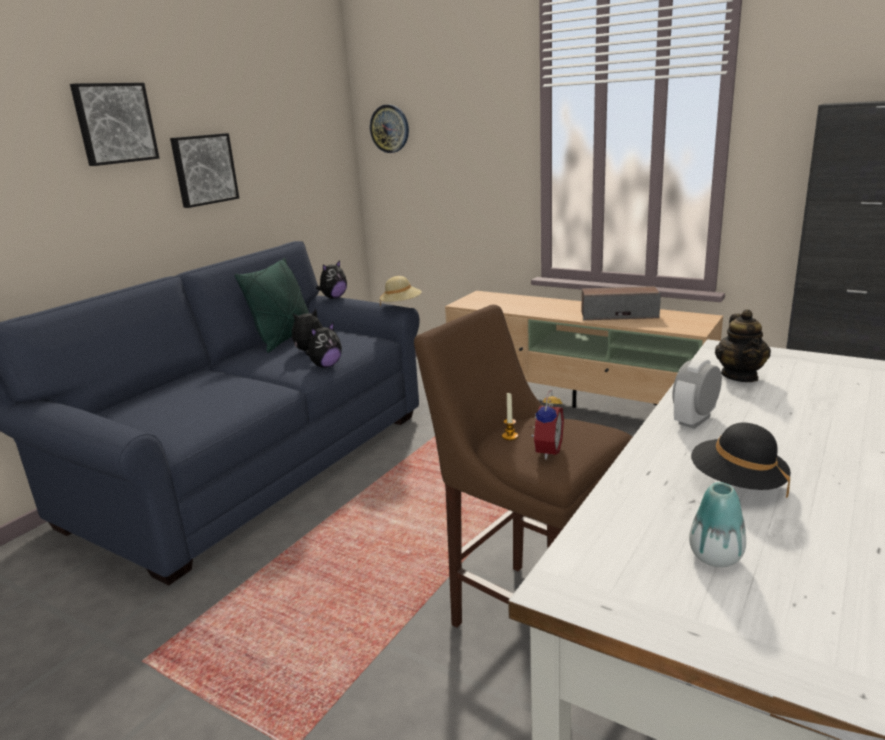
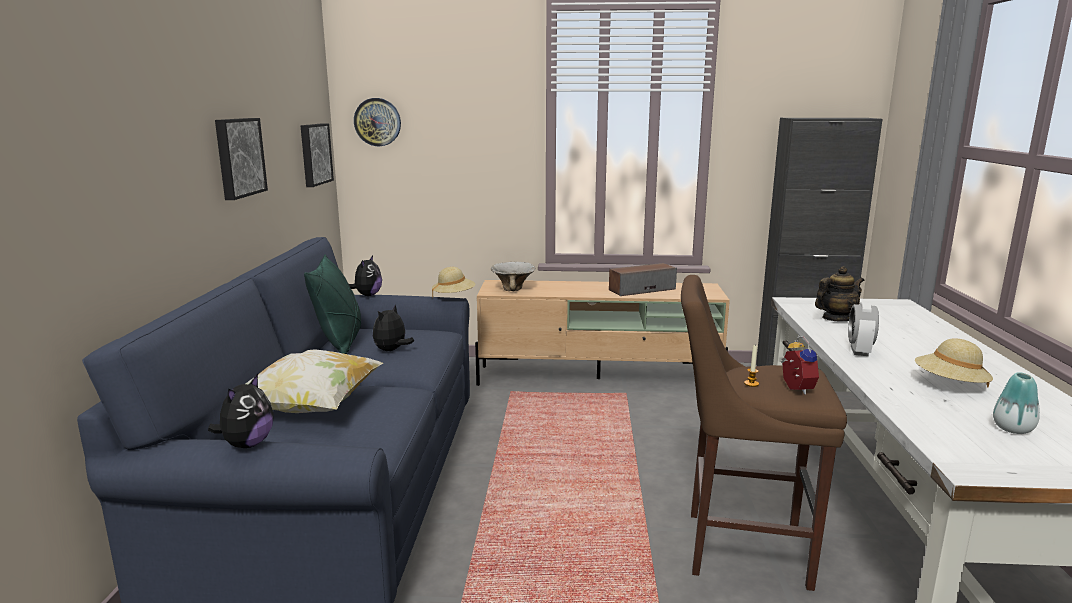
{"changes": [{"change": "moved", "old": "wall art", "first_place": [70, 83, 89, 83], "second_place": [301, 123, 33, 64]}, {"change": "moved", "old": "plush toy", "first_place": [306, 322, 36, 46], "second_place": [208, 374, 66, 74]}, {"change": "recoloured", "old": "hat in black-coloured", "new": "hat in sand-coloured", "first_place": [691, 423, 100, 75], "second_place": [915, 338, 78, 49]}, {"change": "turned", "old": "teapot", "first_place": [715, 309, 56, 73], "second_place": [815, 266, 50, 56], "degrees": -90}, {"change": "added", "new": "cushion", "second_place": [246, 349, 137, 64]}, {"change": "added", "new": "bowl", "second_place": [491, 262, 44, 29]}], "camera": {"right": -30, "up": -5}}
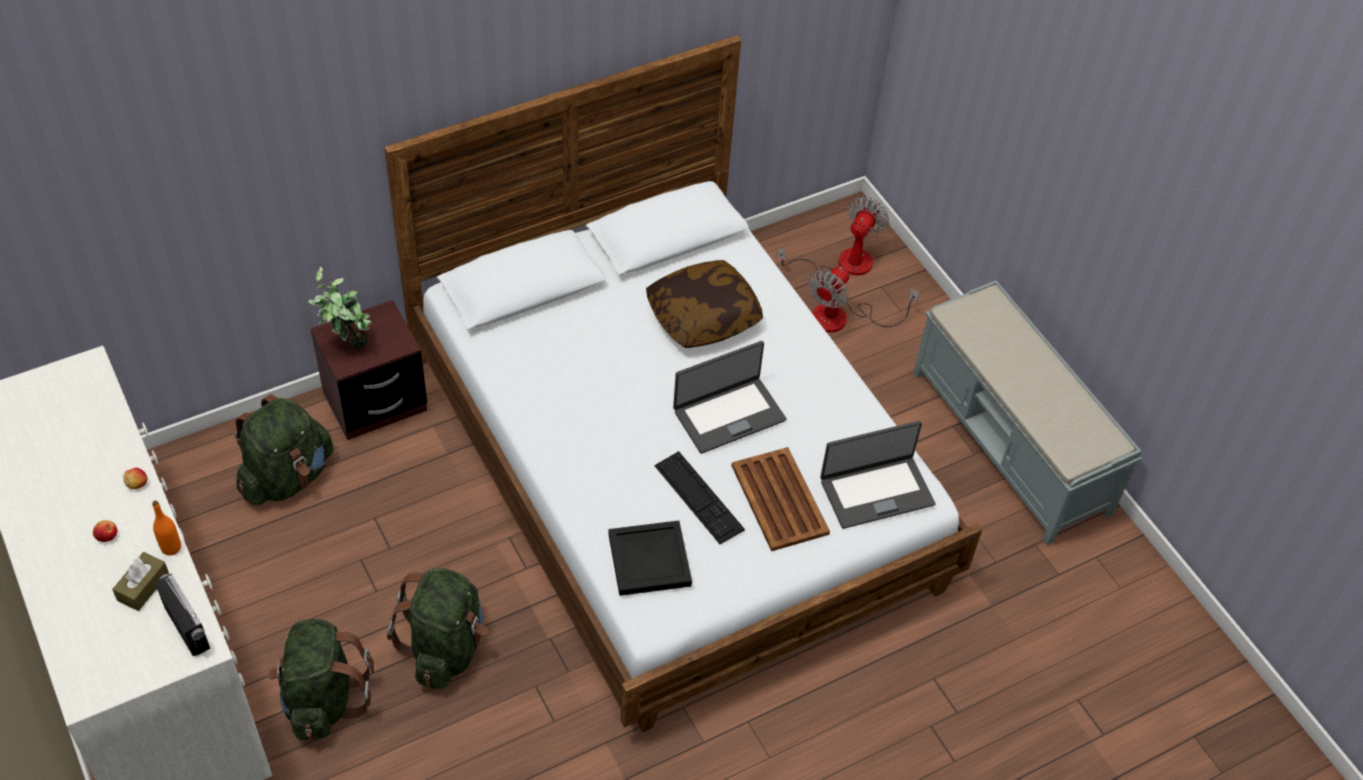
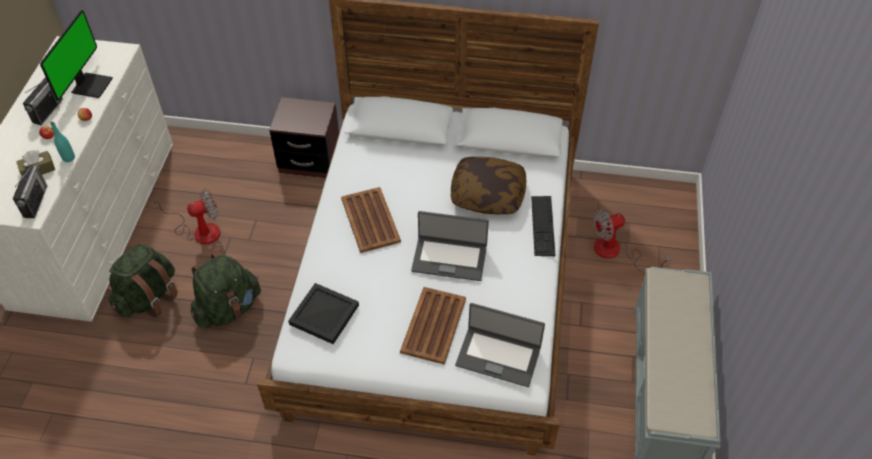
{"changes": [{"change": "recoloured", "old": "bottle in orangey", "new": "bottle in blue-green", "first_place": [152, 500, 29, 56], "second_place": [50, 122, 25, 40]}, {"change": "removed", "old": "knapsack in green-coloured", "first_place": [234, 394, 100, 112]}, {"change": "removed", "old": "houseplant", "first_place": [308, 267, 64, 82]}, {"change": "moved", "old": "PC keyboard", "first_place": [654, 451, 91, 93], "second_place": [531, 196, 24, 60]}, {"change": "moved", "old": "electric fan", "first_place": [777, 197, 112, 82], "second_place": [151, 189, 69, 55]}, {"change": "added", "new": "radio", "second_place": [23, 78, 40, 47]}, {"change": "added", "new": "computer screen", "second_place": [40, 10, 73, 91]}, {"change": "added", "new": "serving tray in brown", "second_place": [341, 187, 60, 66]}], "camera": {"right": 40, "up": 0}}
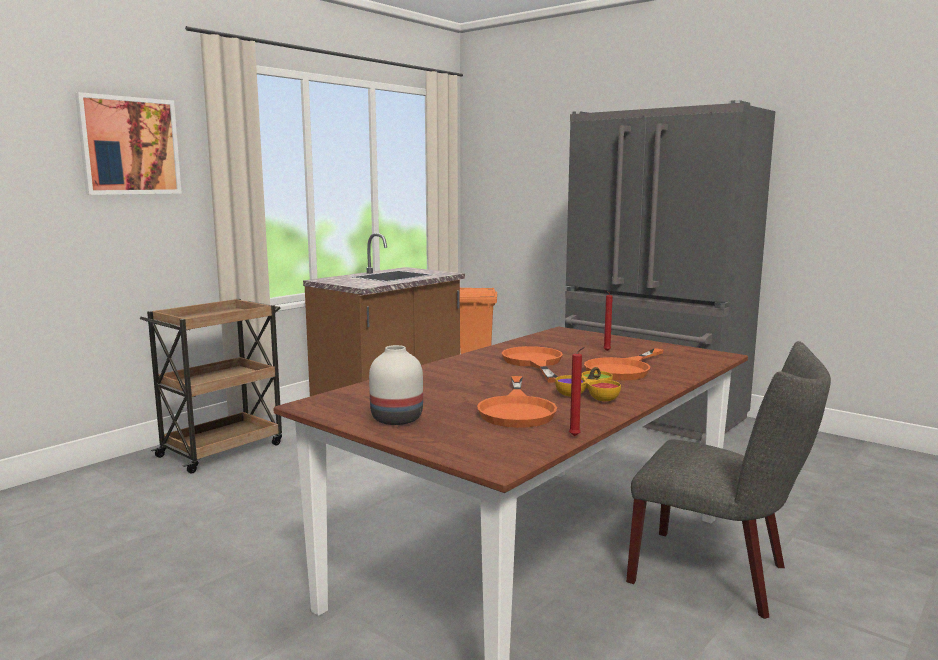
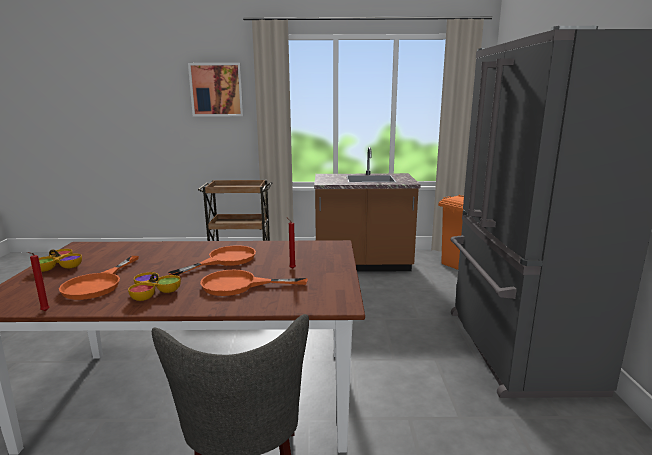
{"changes": [{"change": "replaced", "old": "decorative vase in white", "new": "bowl", "first_place": [369, 345, 54, 80], "second_place": [31, 249, 51, 23]}, {"change": "turned", "old": "pan in orangey", "first_place": [477, 376, 80, 52], "second_place": [59, 256, 80, 44], "degrees": -45}], "camera": {"right": 50, "up": 5}}
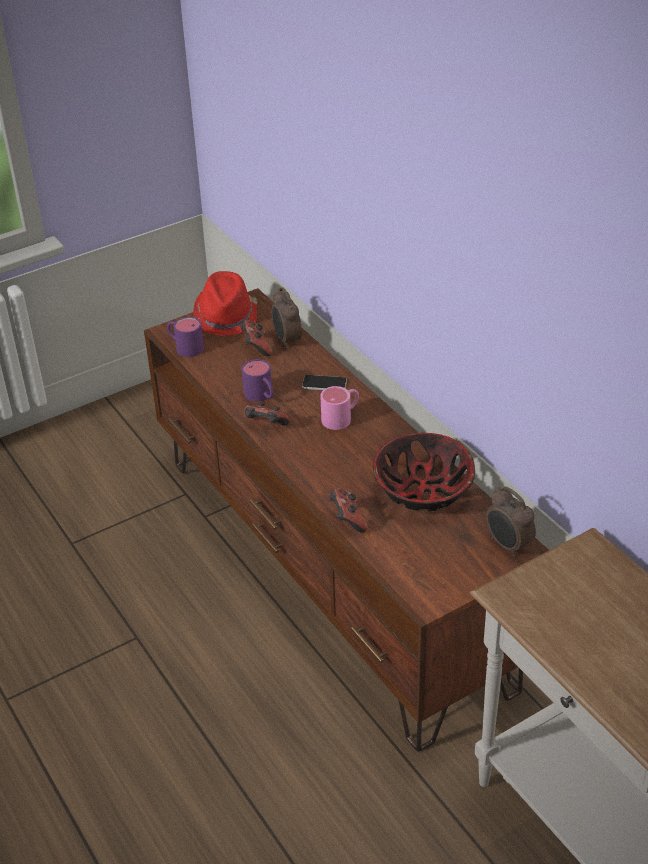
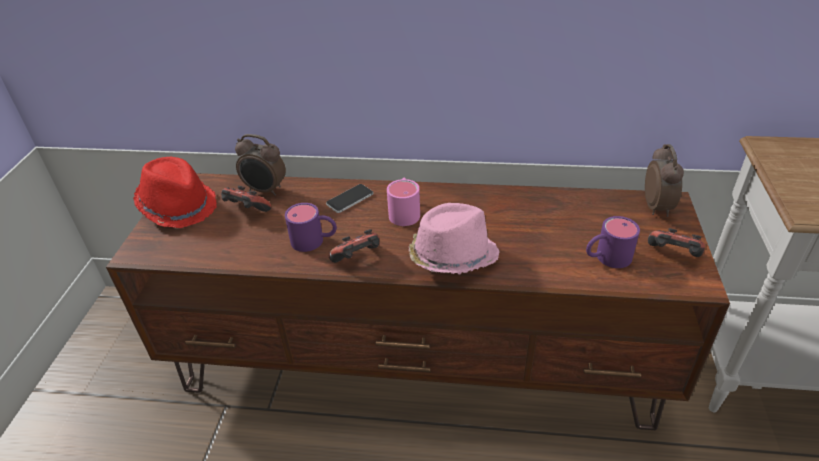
{"changes": [{"change": "moved", "old": "tea mug in purplish", "first_place": [167, 317, 37, 40], "second_place": [586, 216, 54, 52]}, {"change": "moved", "old": "gamepad", "first_place": [329, 489, 39, 43], "second_place": [648, 228, 57, 29]}, {"change": "removed", "old": "bowl", "first_place": [373, 433, 102, 78]}, {"change": "turned", "old": "alarm clock", "first_place": [486, 487, 50, 70], "second_place": [645, 144, 39, 73], "degrees": -90}, {"change": "added", "new": "hat in pink", "second_place": [409, 203, 91, 71]}], "camera": {"right": -50, "up": 0}}
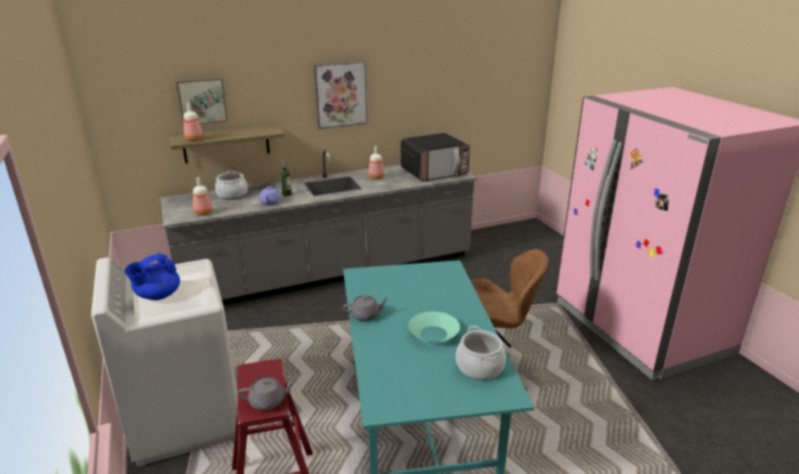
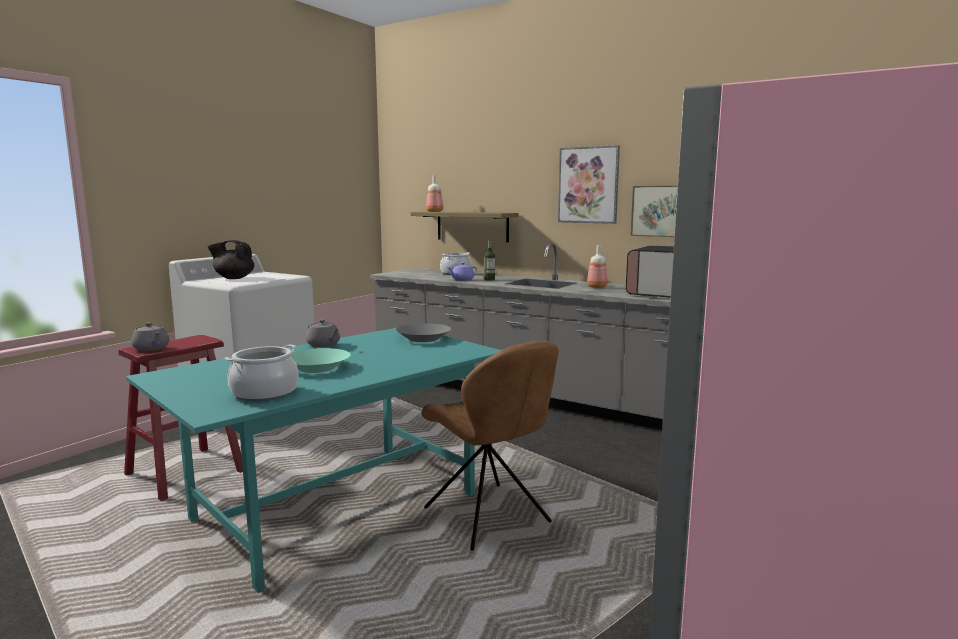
{"changes": [{"change": "recoloured", "old": "teapot in bluish", "new": "teapot in black-coloured", "first_place": [124, 253, 56, 47], "second_place": [208, 240, 46, 39]}, {"change": "moved", "old": "wall art", "first_place": [176, 78, 52, 47], "second_place": [630, 186, 48, 51]}, {"change": "removed", "old": "bottle", "first_place": [193, 177, 20, 38]}, {"change": "added", "new": "bowl in greyish", "second_place": [396, 323, 55, 19]}], "camera": {"right": 55, "up": -15}}
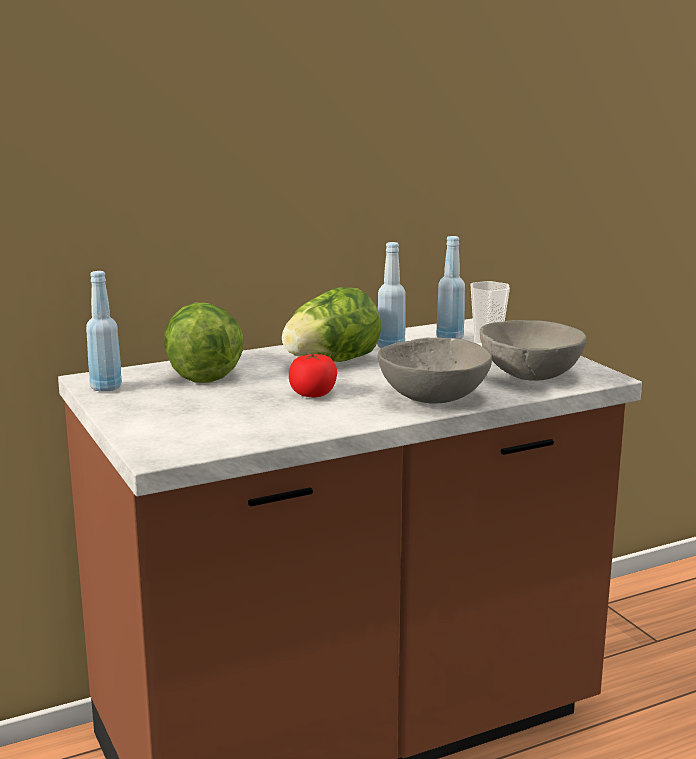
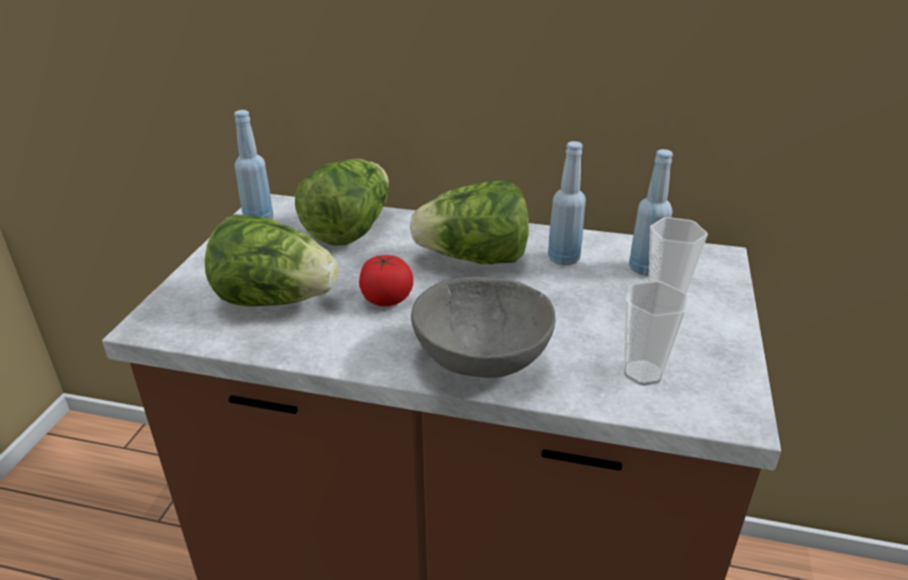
{"changes": [{"change": "replaced", "old": "bowl in greyish", "new": "drinking cup", "first_place": [480, 320, 106, 61], "second_place": [624, 281, 64, 105]}, {"change": "added", "new": "head of lettuce", "second_place": [205, 214, 134, 93]}], "camera": {"right": 40, "up": 15}}
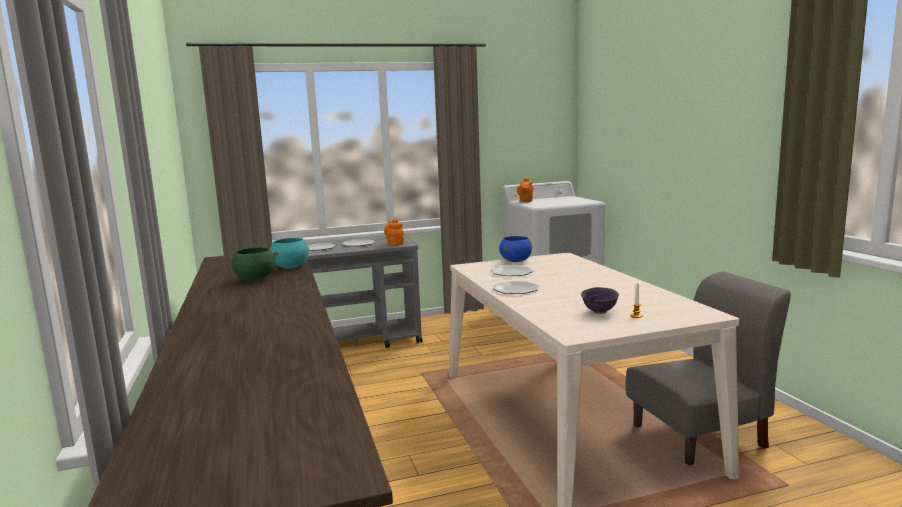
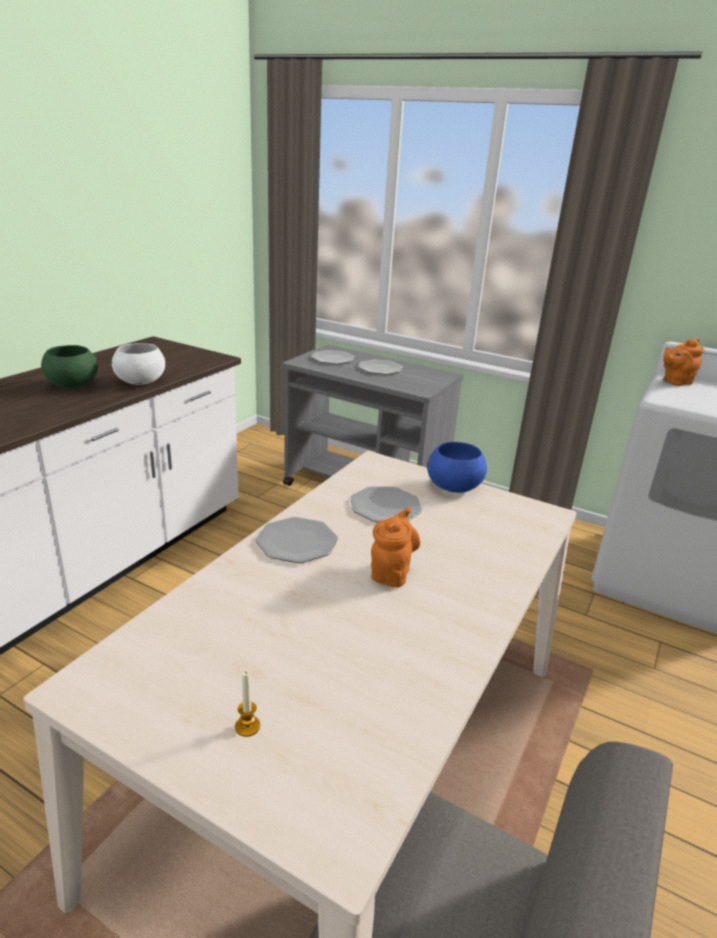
{"changes": [{"change": "recoloured", "old": "bowl in blue-green", "new": "bowl in white", "first_place": [270, 238, 39, 31], "second_place": [112, 343, 53, 42]}, {"change": "moved", "old": "teapot in orangey", "first_place": [384, 218, 20, 28], "second_place": [371, 507, 49, 81]}, {"change": "removed", "old": "bowl in purplish", "first_place": [581, 287, 38, 27]}], "camera": {"right": 45, "up": 15}}
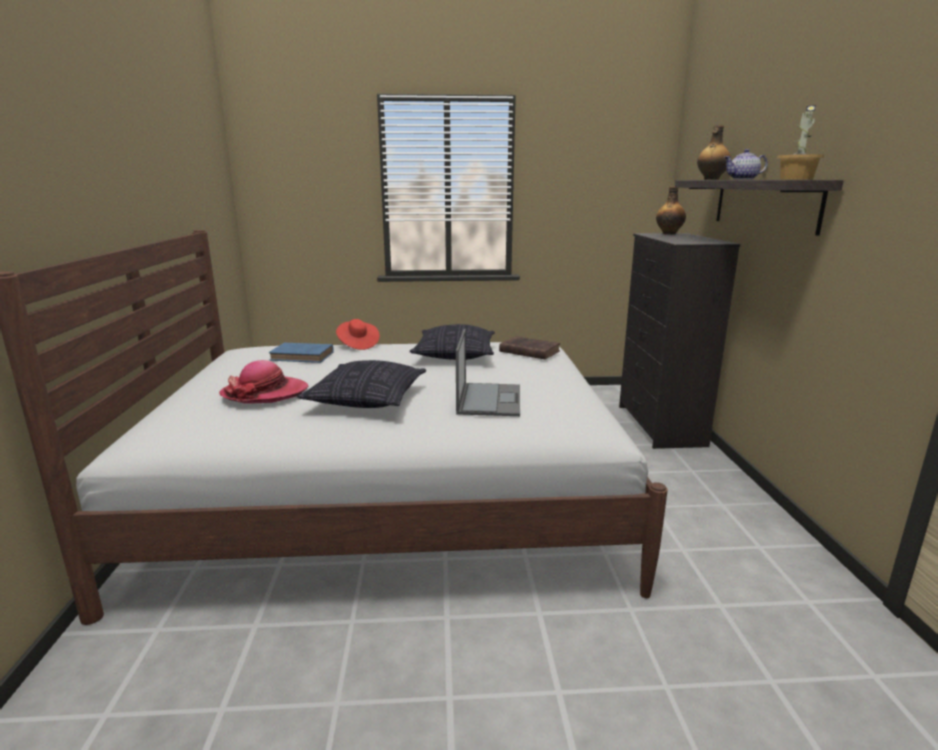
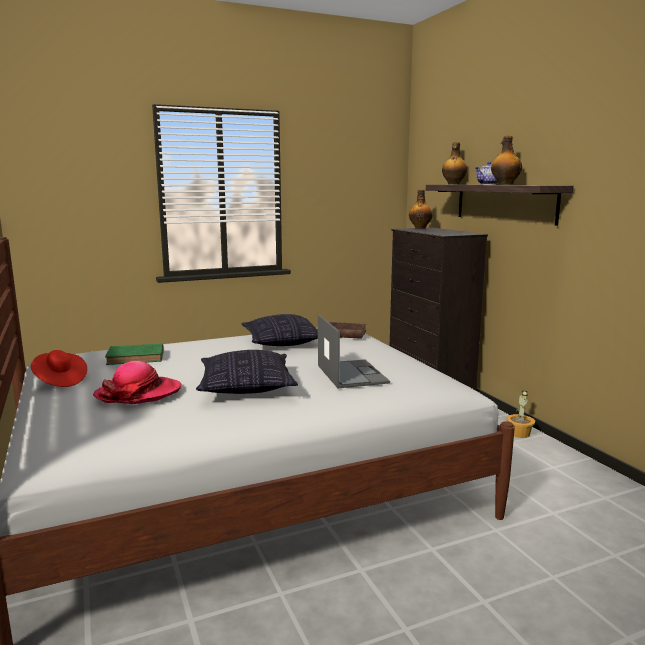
{"changes": [{"change": "recoloured", "old": "volume in bluish", "new": "volume in green-coloured", "first_place": [269, 343, 65, 20], "second_place": [105, 343, 59, 22]}, {"change": "moved", "old": "hat in reddish", "first_place": [336, 319, 44, 31], "second_place": [31, 350, 56, 37]}, {"change": "moved", "old": "houseplant", "first_place": [777, 105, 47, 74], "second_place": [506, 390, 29, 48]}, {"change": "added", "new": "bottle", "second_place": [491, 136, 31, 49]}], "camera": {"right": -20, "up": -5}}
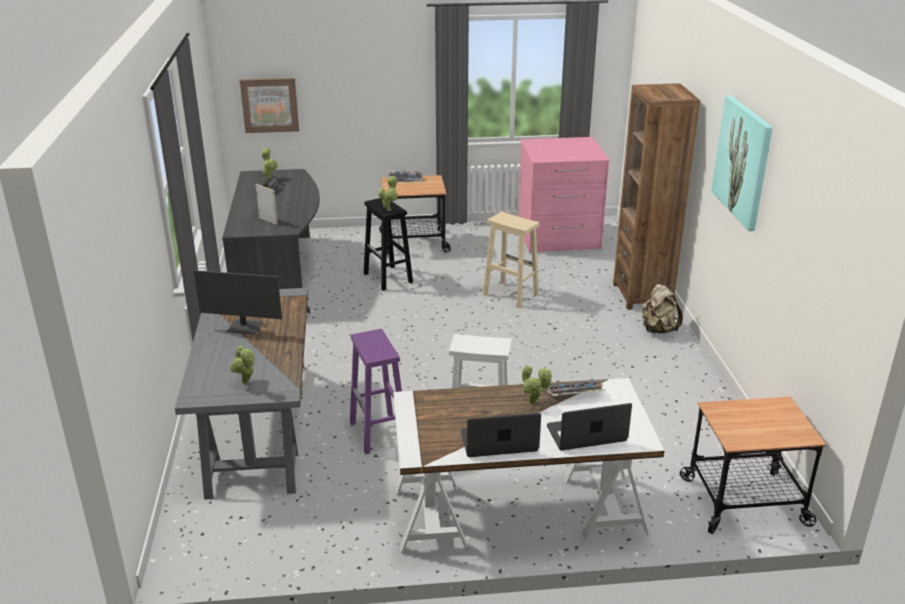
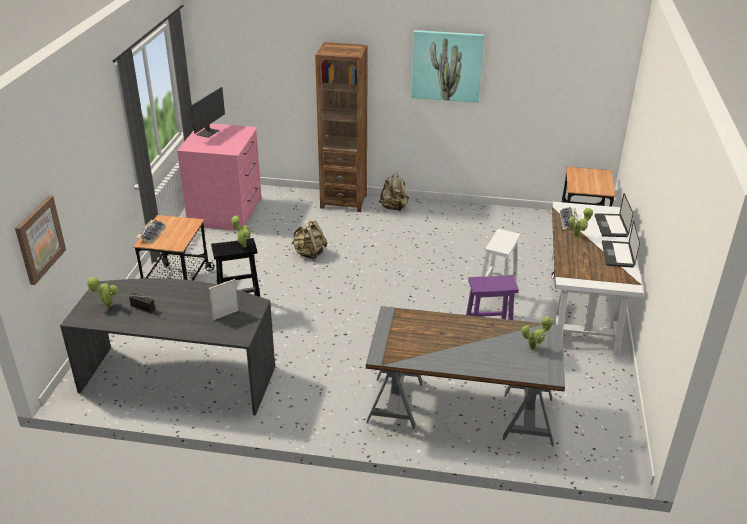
{"changes": [{"change": "moved", "old": "computer screen", "first_place": [194, 270, 88, 64], "second_place": [191, 87, 34, 51]}, {"change": "replaced", "old": "stool seat in sand-coloured", "new": "knapsack in sand-coloured", "first_place": [483, 212, 57, 96], "second_place": [292, 219, 35, 41]}], "camera": {"right": -75, "up": 5}}
